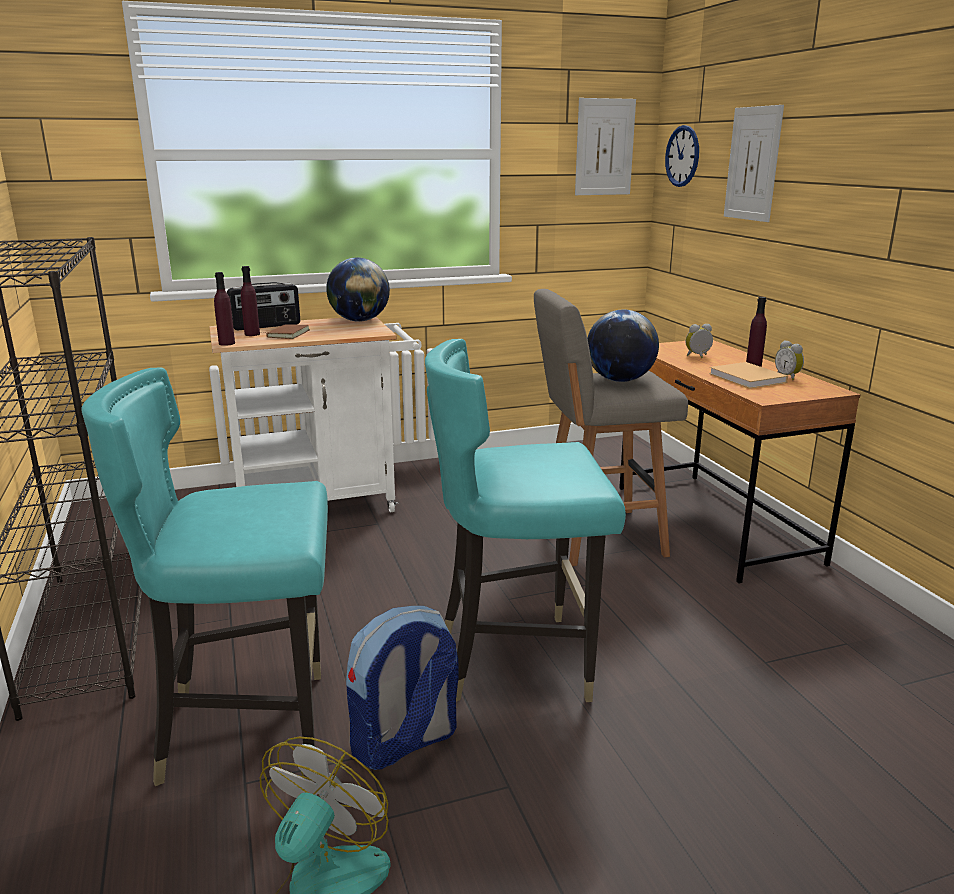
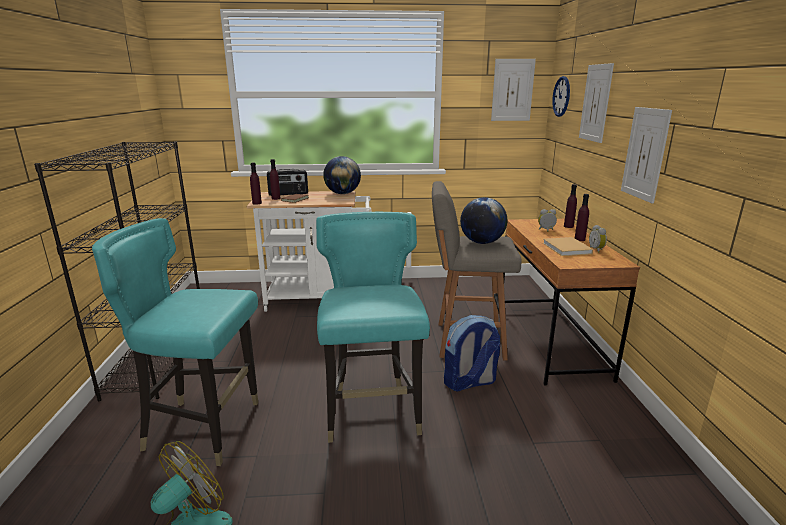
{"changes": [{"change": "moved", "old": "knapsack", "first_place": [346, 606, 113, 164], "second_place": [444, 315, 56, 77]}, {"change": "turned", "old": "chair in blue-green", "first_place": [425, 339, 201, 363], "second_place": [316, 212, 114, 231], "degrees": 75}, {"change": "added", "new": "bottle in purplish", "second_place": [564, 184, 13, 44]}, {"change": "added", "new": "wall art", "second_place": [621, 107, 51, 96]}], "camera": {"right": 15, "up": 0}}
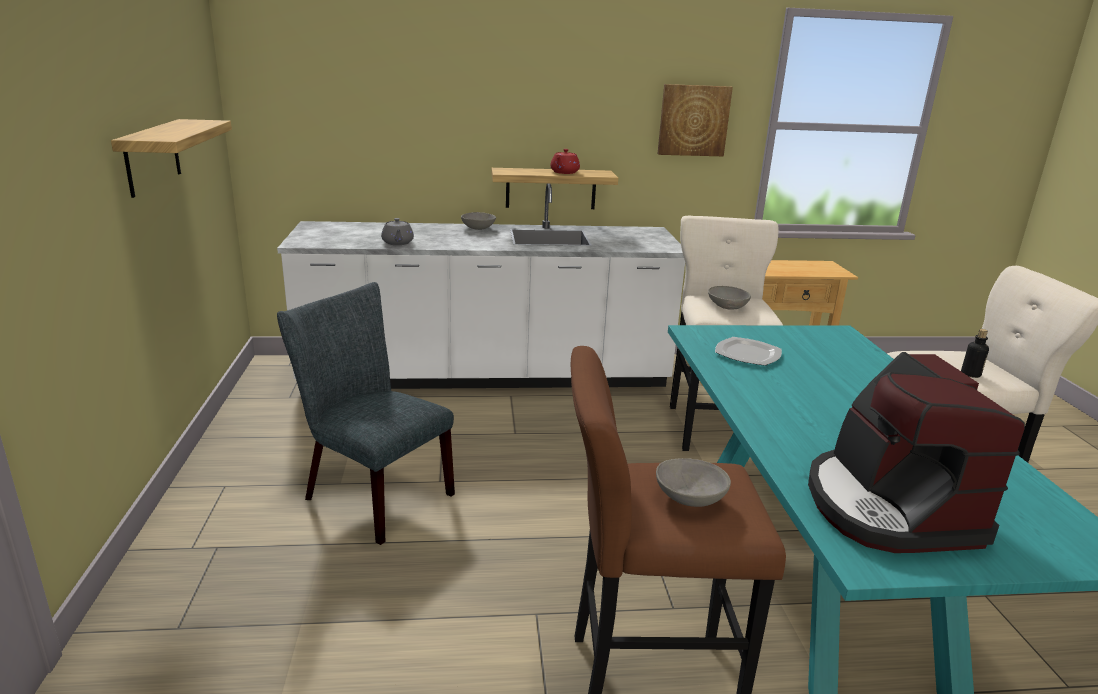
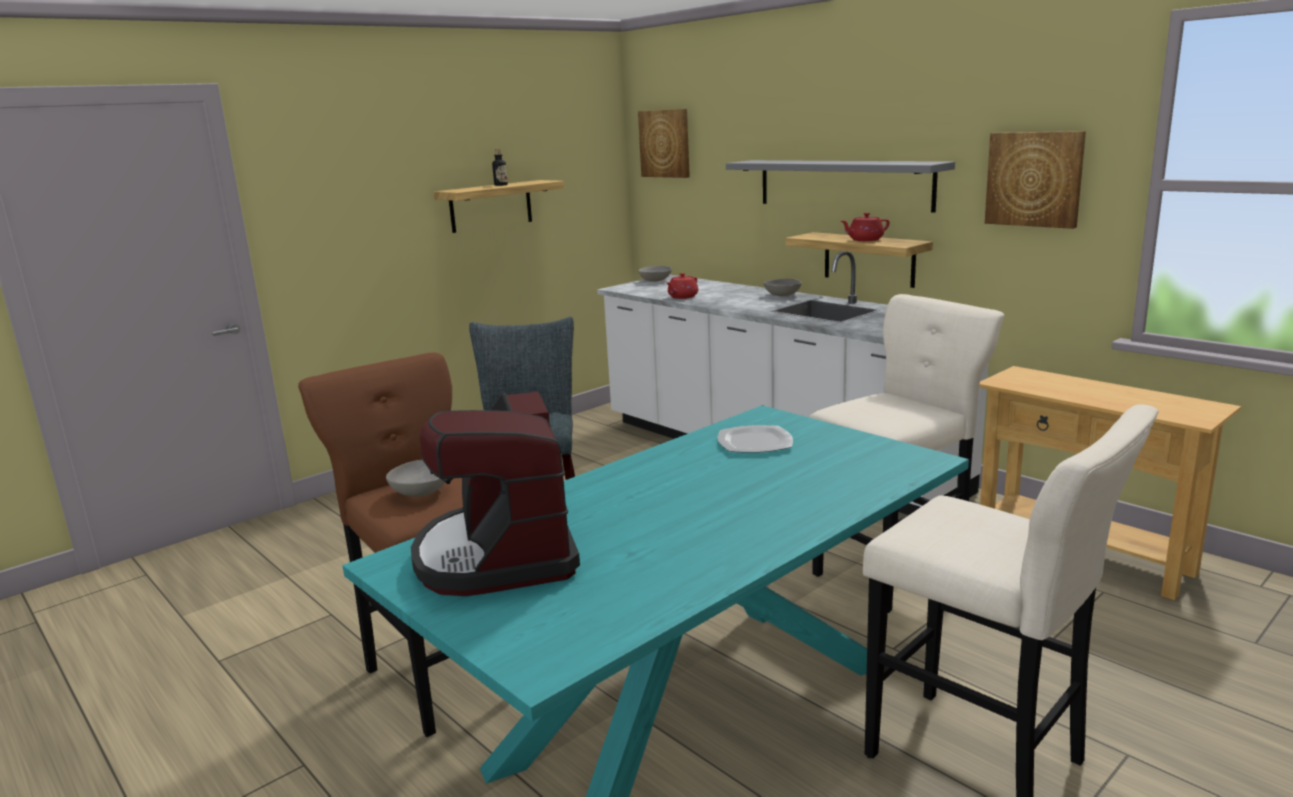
{"changes": [{"change": "recoloured", "old": "teapot in greyish", "new": "teapot in reddish", "first_place": [381, 218, 33, 27], "second_place": [667, 273, 31, 26]}, {"change": "moved", "old": "bowl in greyish", "first_place": [708, 286, 43, 24], "second_place": [639, 266, 33, 16]}, {"change": "turned", "old": "coffee maker", "first_place": [808, 352, 217, 201], "second_place": [411, 392, 169, 204], "degrees": -60}, {"change": "moved", "old": "bottle", "first_place": [961, 329, 28, 49], "second_place": [492, 149, 16, 37]}, {"change": "added", "new": "wall art", "second_place": [638, 109, 52, 69]}, {"change": "added", "new": "wall shelf in greyish", "second_place": [726, 160, 229, 53]}], "camera": {"right": 55, "up": -5}}
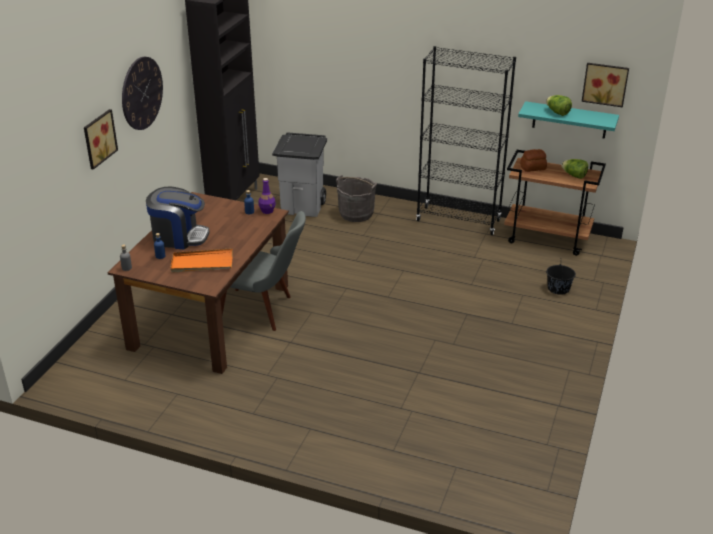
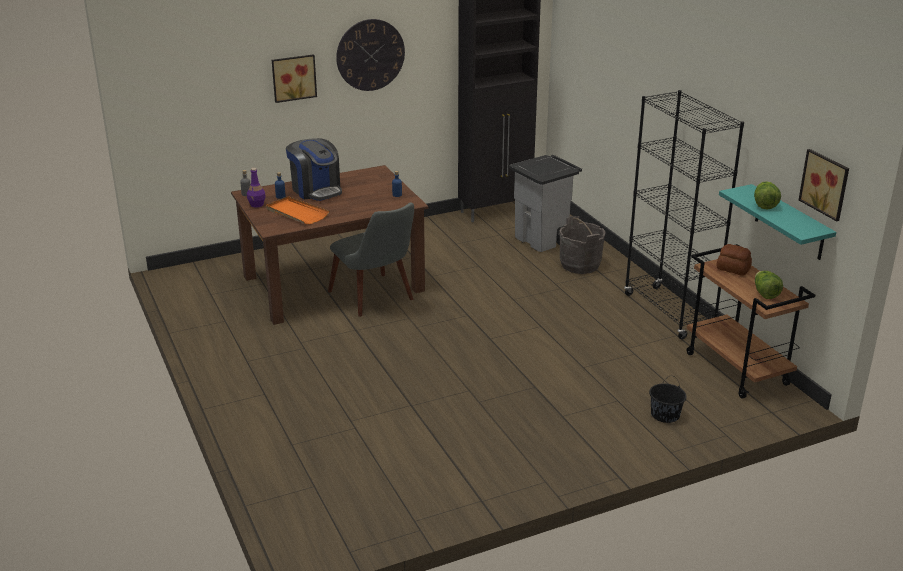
{"changes": [{"change": "moved", "old": "bottle in purplish", "first_place": [258, 178, 18, 36], "second_place": [247, 168, 19, 40]}], "camera": {"right": 45, "up": -5}}
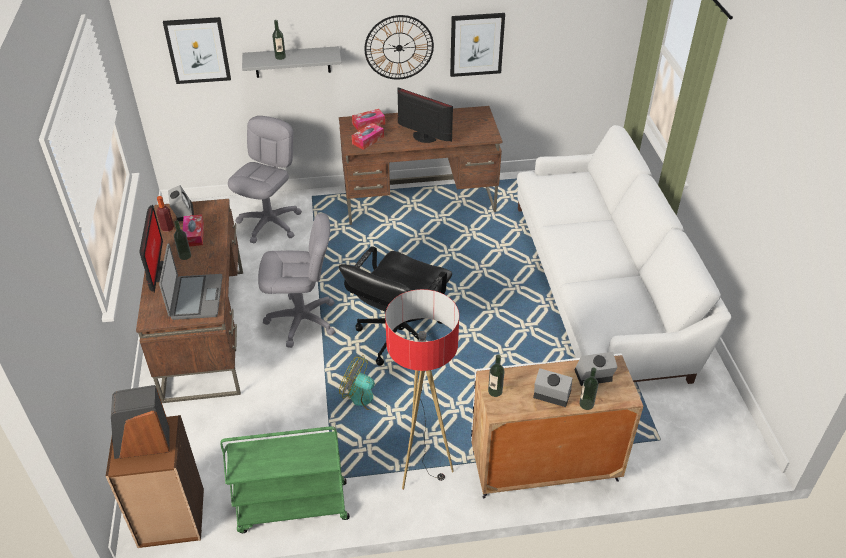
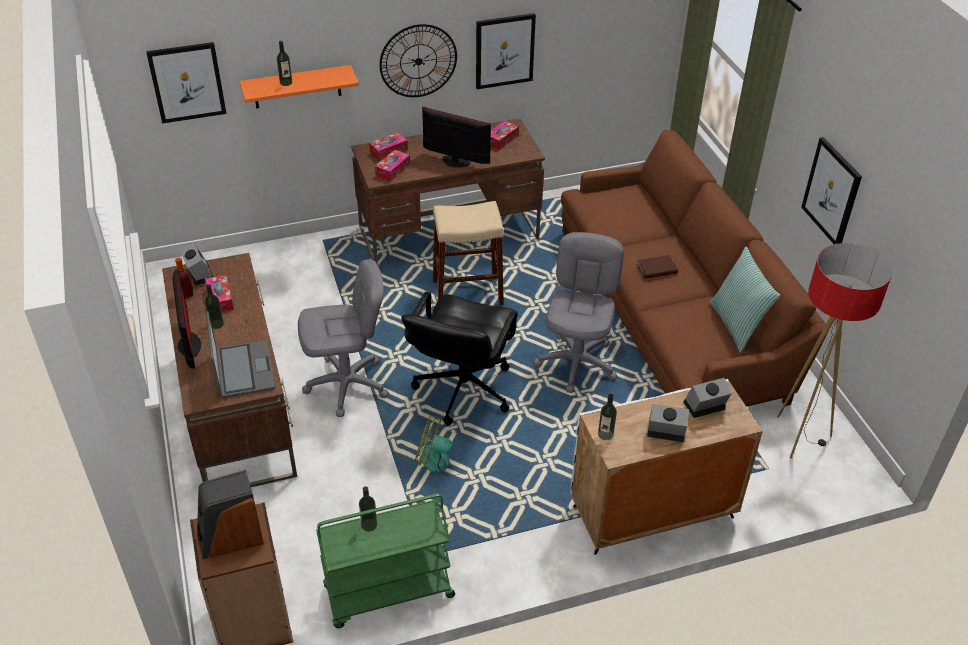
{"changes": [{"change": "moved", "old": "office chair in greyish", "first_place": [228, 116, 74, 127], "second_place": [533, 232, 91, 161]}, {"change": "recoloured", "old": "wall shelf in greyish", "new": "wall shelf in orangey", "first_place": [242, 46, 100, 32], "second_place": [239, 65, 120, 44]}, {"change": "moved", "old": "standard lamp", "first_place": [385, 289, 74, 201], "second_place": [777, 243, 115, 216]}, {"change": "recoloured", "old": "couch in white", "new": "couch in brown", "first_place": [517, 125, 214, 259], "second_place": [561, 130, 267, 277]}, {"change": "moved", "old": "bottle", "first_place": [579, 367, 19, 43], "second_place": [359, 486, 18, 45]}, {"change": "added", "new": "stool seat in sand-coloured", "second_place": [433, 201, 71, 104]}, {"change": "added", "new": "tissue holder", "second_place": [490, 120, 29, 30]}, {"change": "added", "new": "volume in brown", "second_place": [637, 255, 41, 24]}, {"change": "added", "new": "cushion", "second_place": [710, 247, 70, 106]}, {"change": "added", "new": "wall art", "second_place": [801, 137, 61, 107]}], "camera": {"right": -10, "up": 0}}
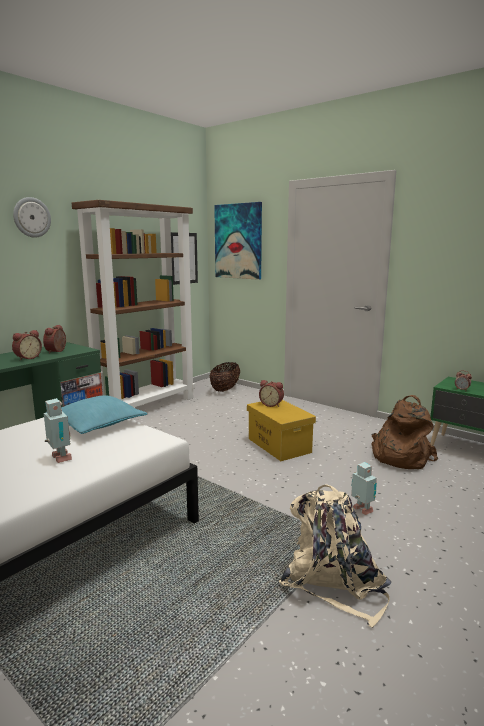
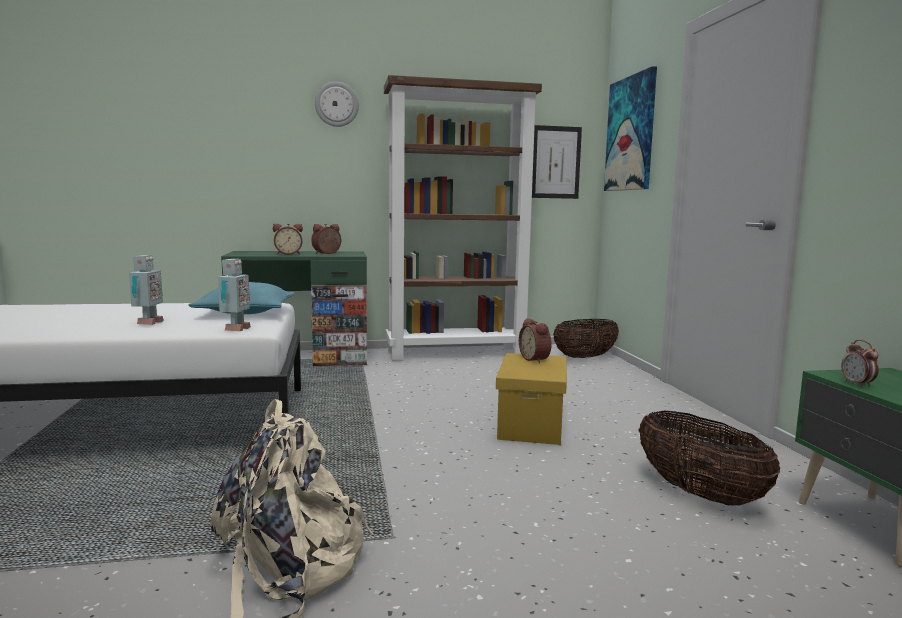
{"changes": [{"change": "moved", "old": "robot figure", "first_place": [351, 462, 26, 53], "second_place": [218, 259, 33, 72]}, {"change": "replaced", "old": "knapsack in brown", "new": "basket", "first_place": [372, 395, 66, 74], "second_place": [638, 411, 142, 94]}], "camera": {"right": 40, "up": -5}}
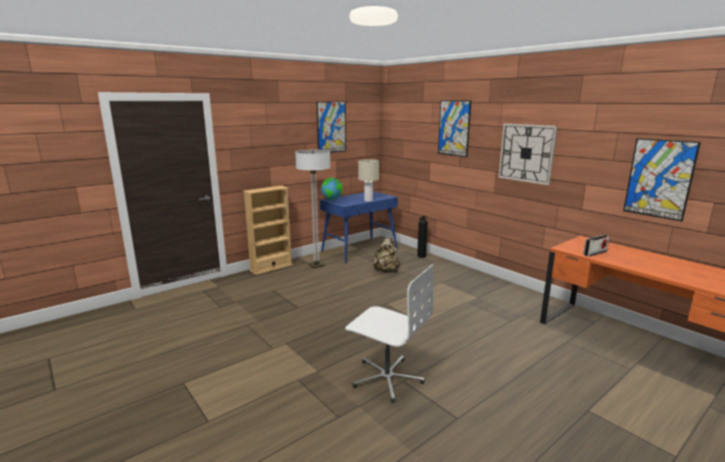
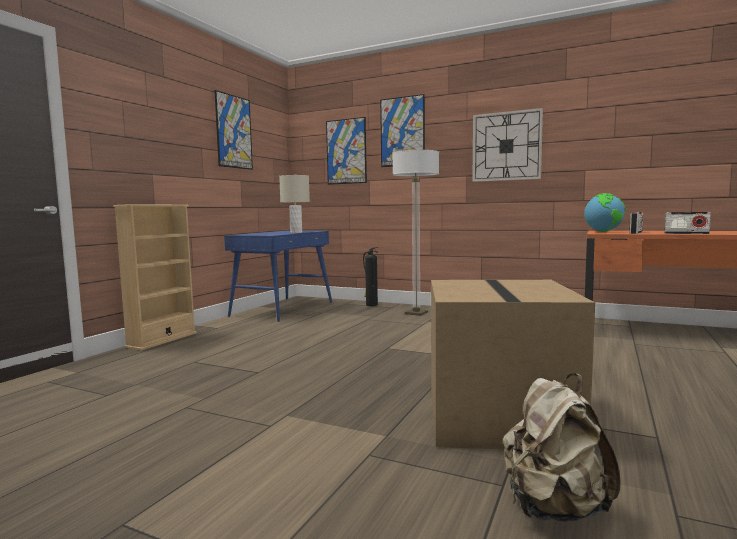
{"changes": [{"change": "moved", "old": "standard lamp", "first_place": [295, 150, 36, 118], "second_place": [392, 150, 47, 166]}, {"change": "moved", "old": "world globe", "first_place": [321, 178, 22, 22], "second_place": [584, 193, 42, 39]}, {"change": "replaced", "old": "office chair in white", "new": "packing box", "first_place": [345, 265, 89, 138], "second_place": [431, 280, 164, 169]}, {"change": "moved", "old": "knapsack in sand-coloured", "first_place": [373, 238, 27, 35], "second_place": [503, 373, 118, 149]}, {"change": "moved", "old": "wall art", "first_place": [623, 138, 78, 83], "second_place": [326, 117, 41, 68]}, {"change": "added", "new": "radio", "second_place": [664, 212, 47, 22]}], "camera": {"right": -25, "up": -10}}
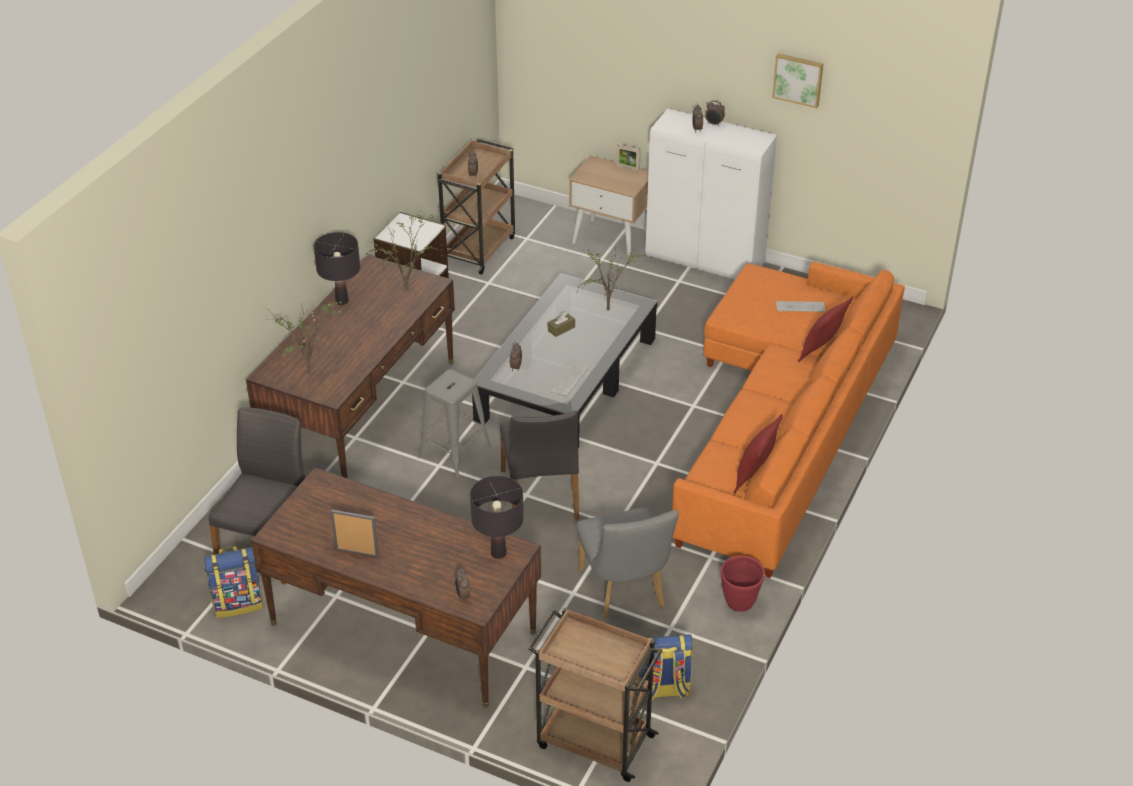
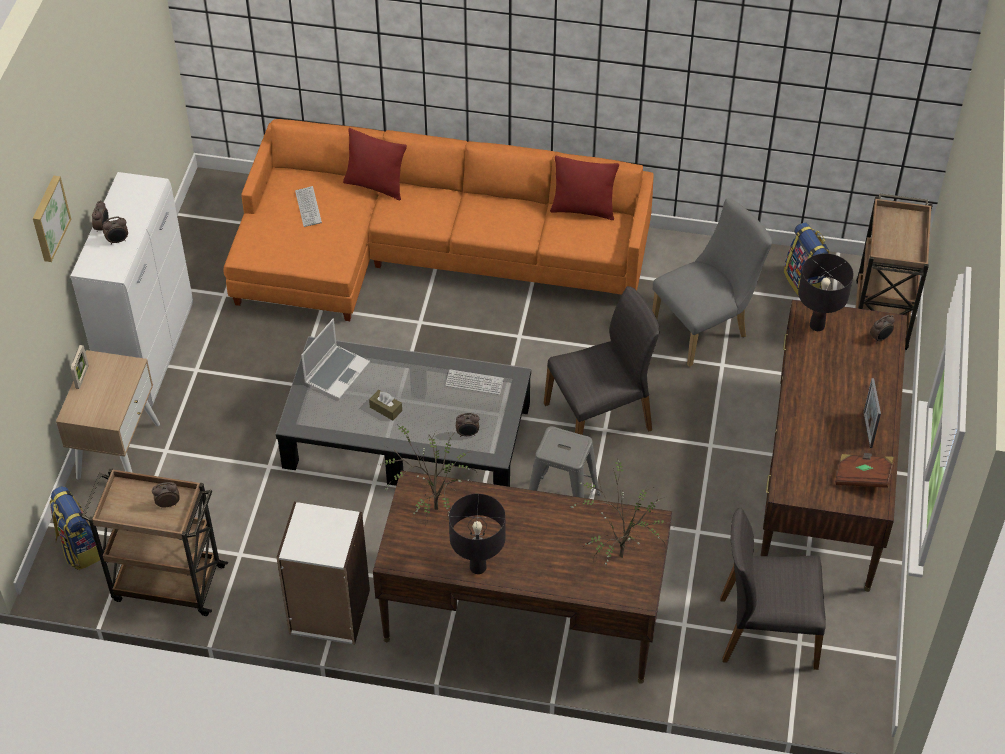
{"changes": [{"change": "moved", "old": "knapsack", "first_place": [204, 546, 59, 72], "second_place": [50, 486, 50, 84]}, {"change": "replaced", "old": "houseplant", "new": "portable computer", "first_place": [577, 240, 73, 71], "second_place": [301, 318, 69, 81]}, {"change": "removed", "old": "planter in reddish", "first_place": [721, 556, 44, 56]}, {"change": "moved", "old": "wall art", "first_place": [772, 53, 51, 55], "second_place": [33, 175, 38, 87]}, {"change": "added", "new": "volume in brown", "second_place": [835, 453, 59, 35]}], "camera": {"right": -105, "up": 10}}
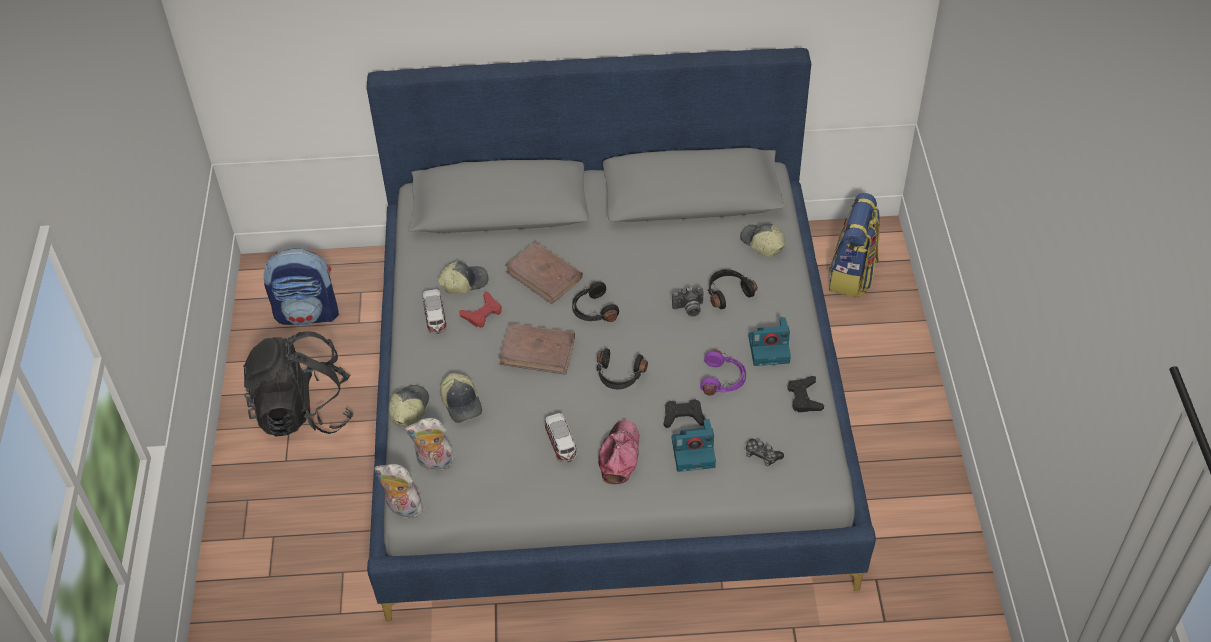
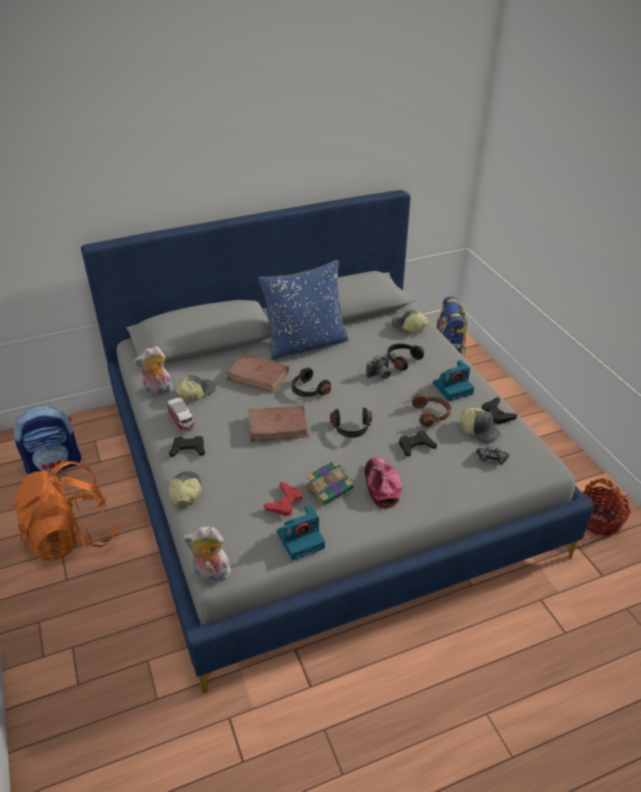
{"changes": [{"change": "recoloured", "old": "knapsack in black-coloured", "new": "knapsack in orangey", "first_place": [243, 331, 111, 106], "second_place": [12, 461, 107, 99]}, {"change": "moved", "old": "plush toy", "first_place": [404, 418, 51, 53], "second_place": [133, 346, 39, 51]}, {"change": "moved", "old": "baseball cap", "first_place": [440, 373, 42, 50], "second_place": [460, 408, 41, 36]}, {"change": "moved", "old": "gamepad in reddish", "first_place": [459, 291, 43, 37], "second_place": [264, 482, 38, 34]}, {"change": "replaced", "old": "toy car", "new": "volume", "first_place": [544, 413, 33, 50], "second_place": [305, 459, 49, 46]}, {"change": "moved", "old": "still camera", "first_place": [672, 419, 44, 53], "second_place": [277, 505, 48, 55]}, {"change": "recoloured", "old": "pair of headphones in purplish", "new": "pair of headphones in brown", "first_place": [700, 350, 46, 45], "second_place": [412, 394, 39, 33]}, {"change": "added", "new": "gamepad in black-coloured", "second_place": [169, 436, 36, 21]}, {"change": "added", "new": "cushion in bluish", "second_place": [258, 260, 91, 100]}, {"change": "added", "new": "basket", "second_place": [583, 478, 48, 58]}], "camera": {"right": -20, "up": -10}}
